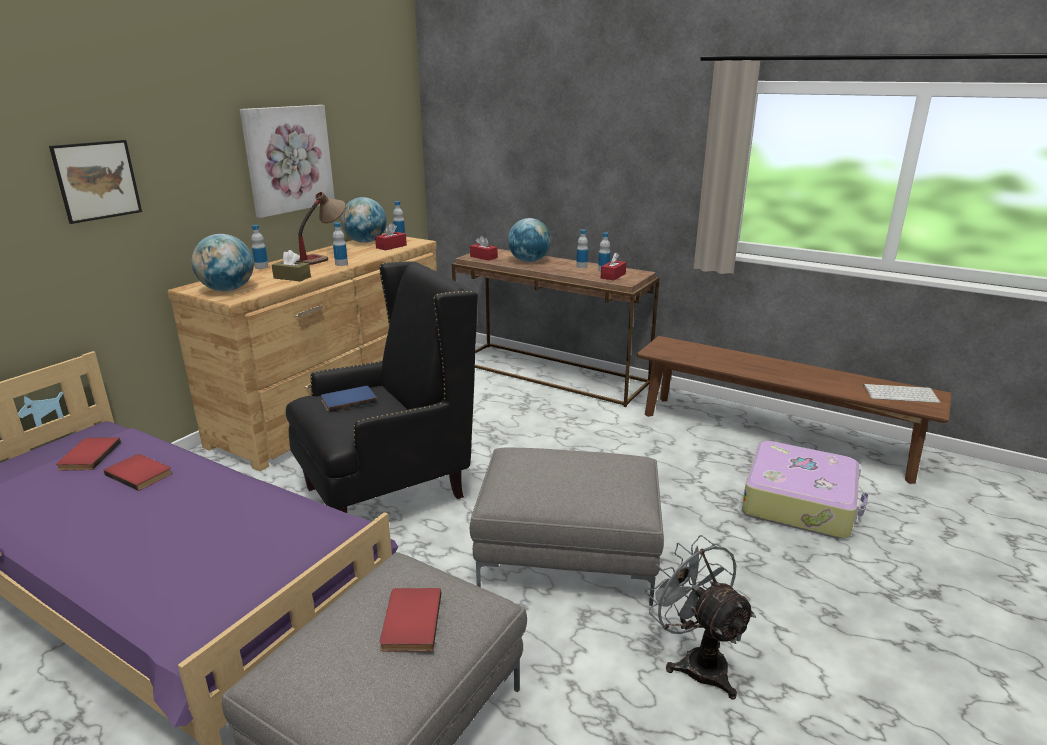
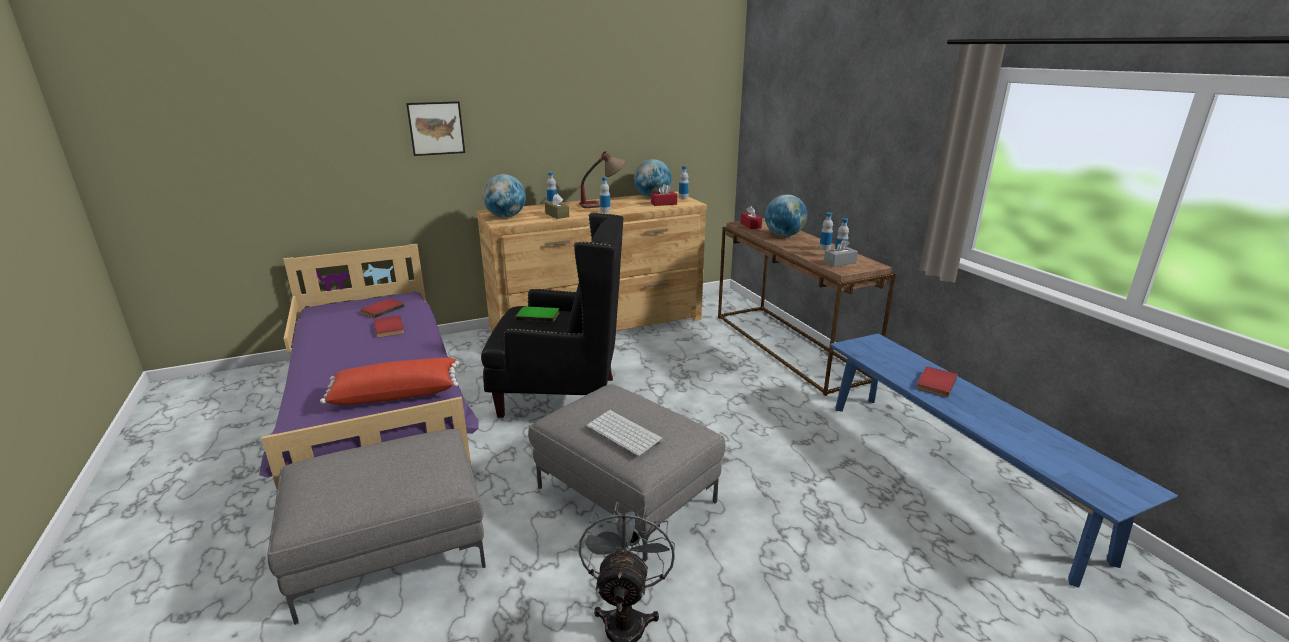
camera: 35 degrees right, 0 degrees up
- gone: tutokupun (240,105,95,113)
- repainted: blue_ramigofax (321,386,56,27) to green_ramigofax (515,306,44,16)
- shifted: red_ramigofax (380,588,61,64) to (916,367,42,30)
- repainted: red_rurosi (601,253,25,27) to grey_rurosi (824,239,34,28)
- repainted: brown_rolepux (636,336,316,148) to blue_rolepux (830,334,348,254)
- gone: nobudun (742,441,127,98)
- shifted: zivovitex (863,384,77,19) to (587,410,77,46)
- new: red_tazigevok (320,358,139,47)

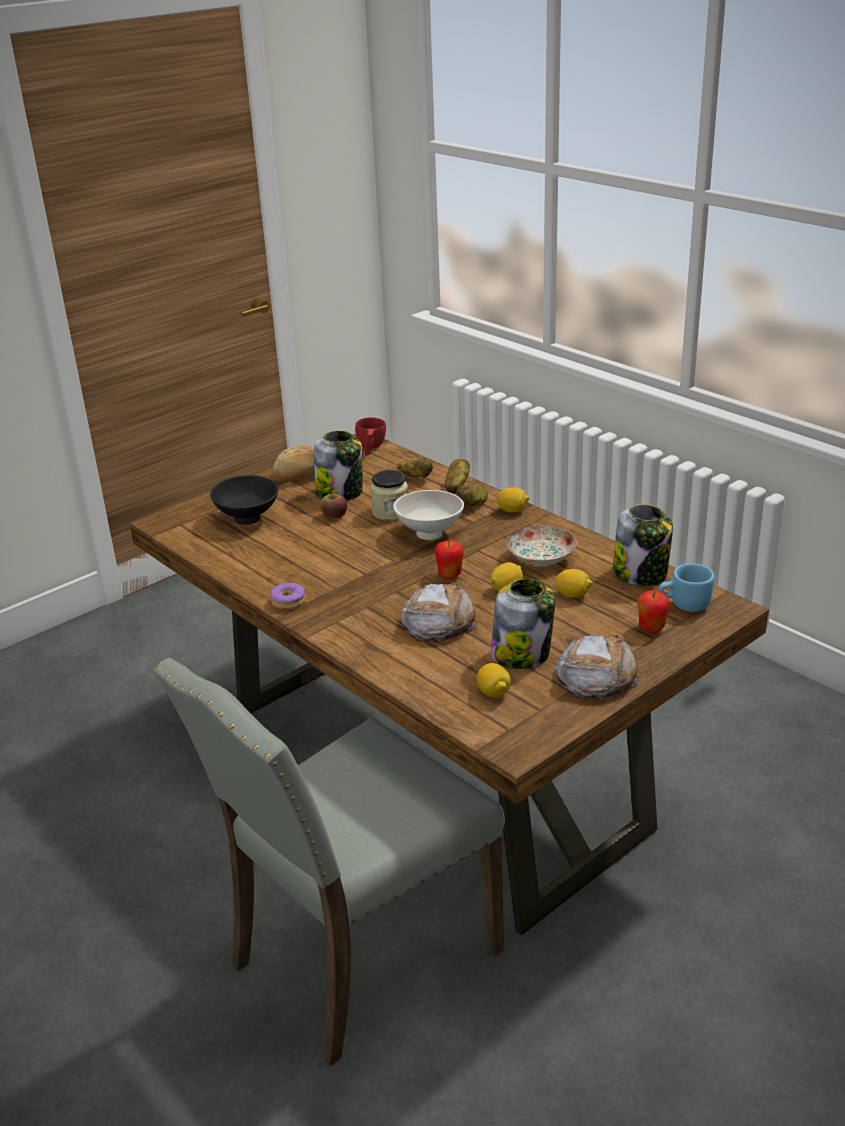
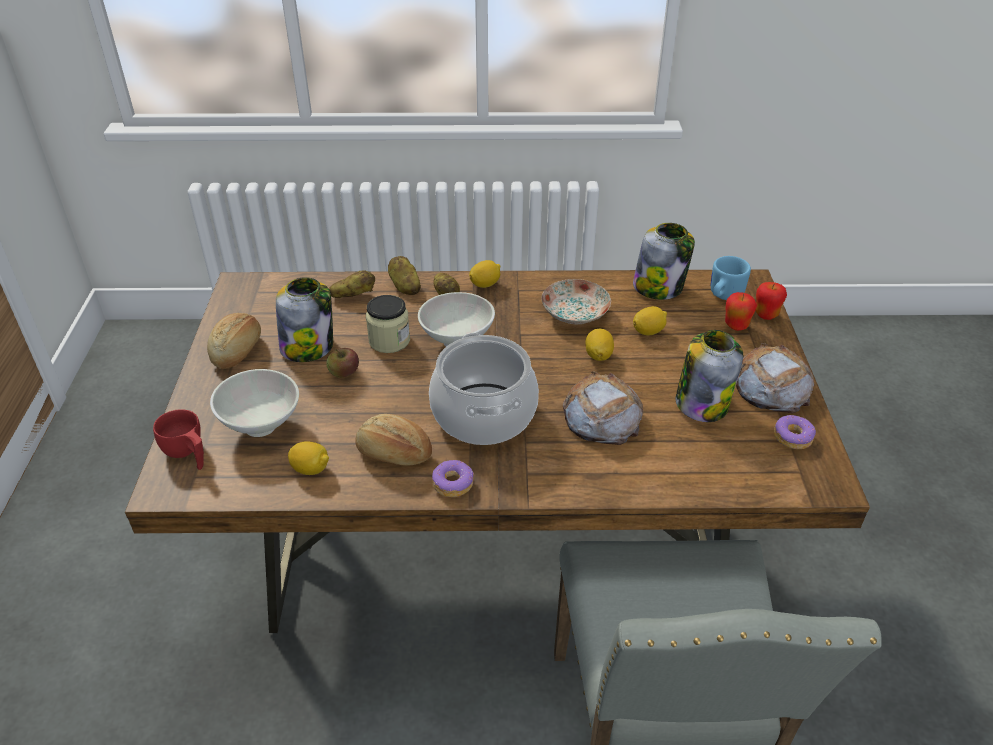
camera: 50 degrees left, 10 degrees up
- repainted: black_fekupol (210,475,69,50) to white_fekupol (210,369,89,68)
- shifted: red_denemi (355,417,31,39) to (153,409,51,61)
- shifted: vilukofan (435,540,29,39) to (755,282,32,38)
- shifted: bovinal (477,663,34,34) to (288,441,41,34)
- new: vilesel (355,414,77,52)
- new: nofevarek (429,333,110,112)
- new: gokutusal (774,415,42,34)

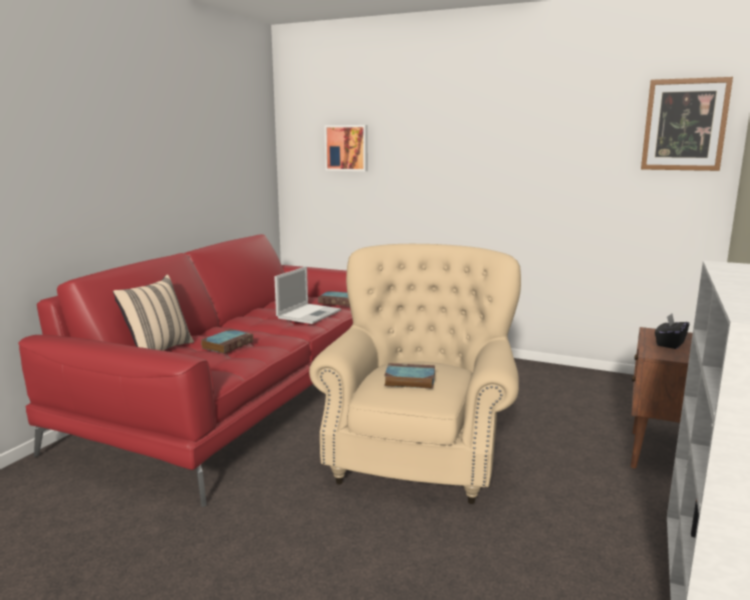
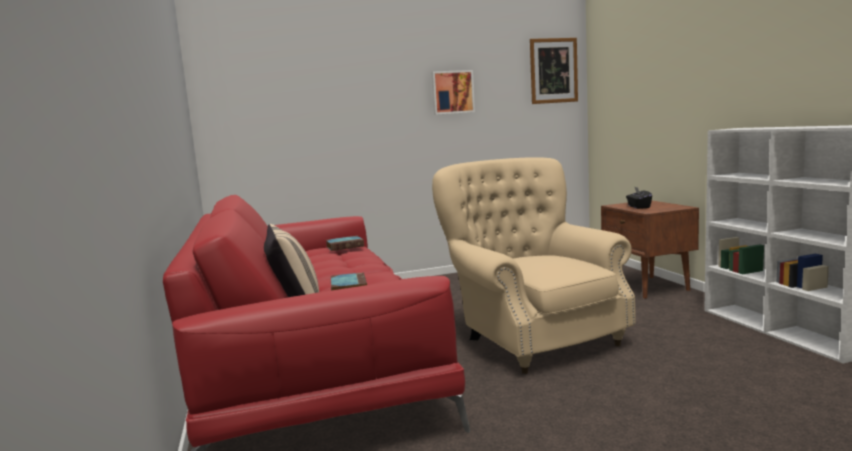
camera: 40 degrees left, 5 degrees down
- gone: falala (274,266,67,58)
- shifted: tutokupun (325,125,43,46) to (431,70,44,45)
- gone: ramigofax (384,363,51,26)

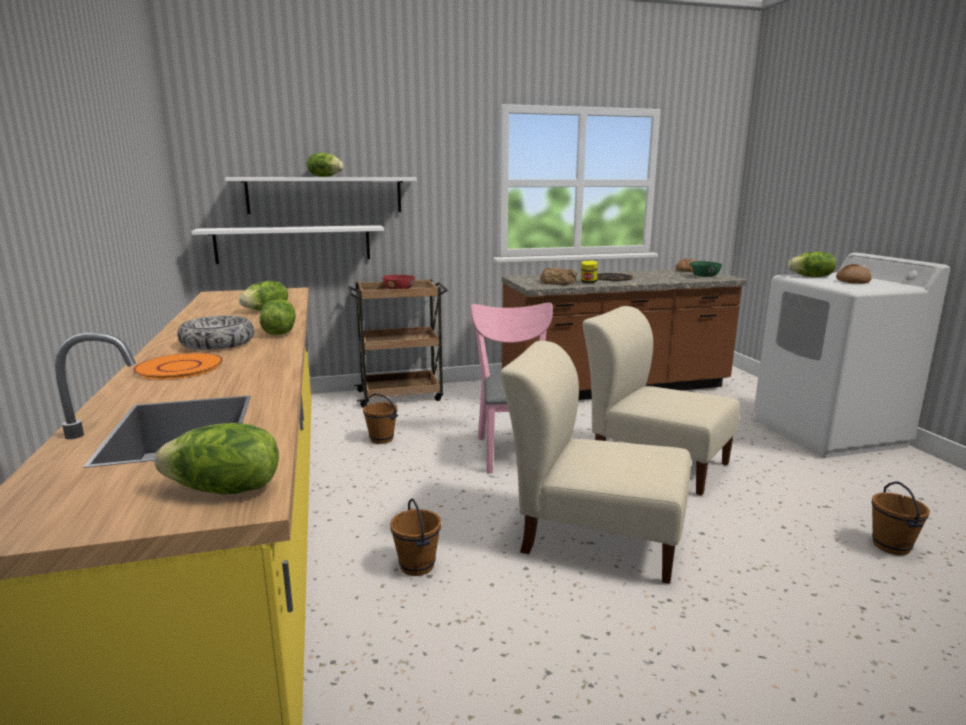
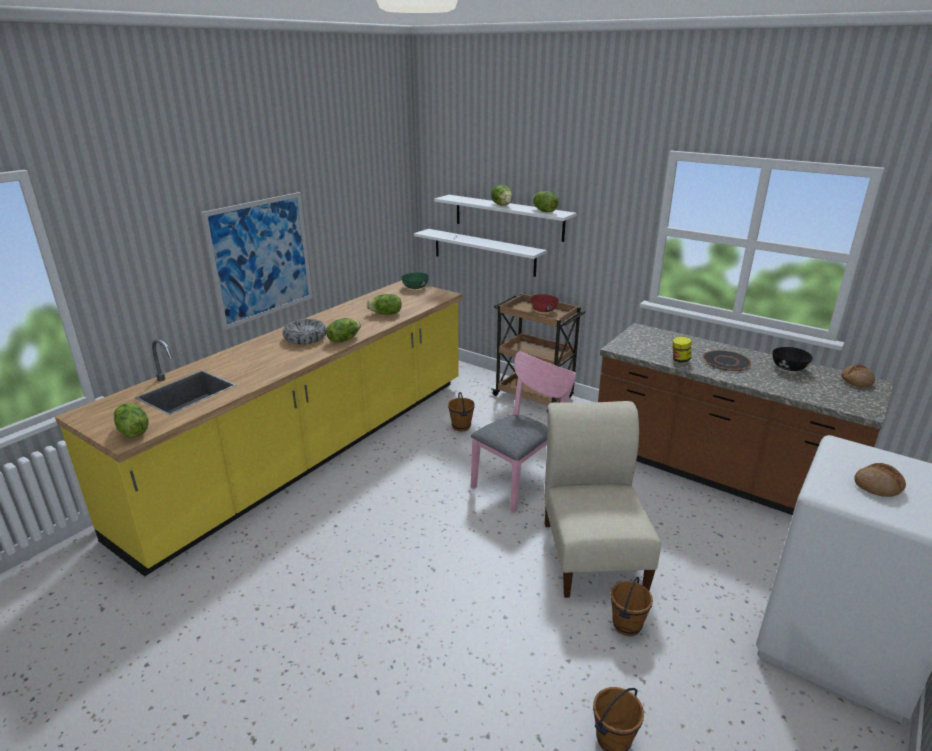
camera: 50 degrees right, 10 degrees up
- gone: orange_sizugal (133,353,90,26)
- shifted: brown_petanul (390,498,51,78) to (610,577,43,59)
- gone: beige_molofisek (500,341,191,243)
- gone: vilesel (540,268,37,17)
- shifted: green_fekupol (689,261,33,16) to (401,273,28,16)
- shifted: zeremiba (788,252,48,25) to (533,191,26,21)
- new: tutokupun (201,192,112,138)
- new: black_fekupol (773,347,40,24)

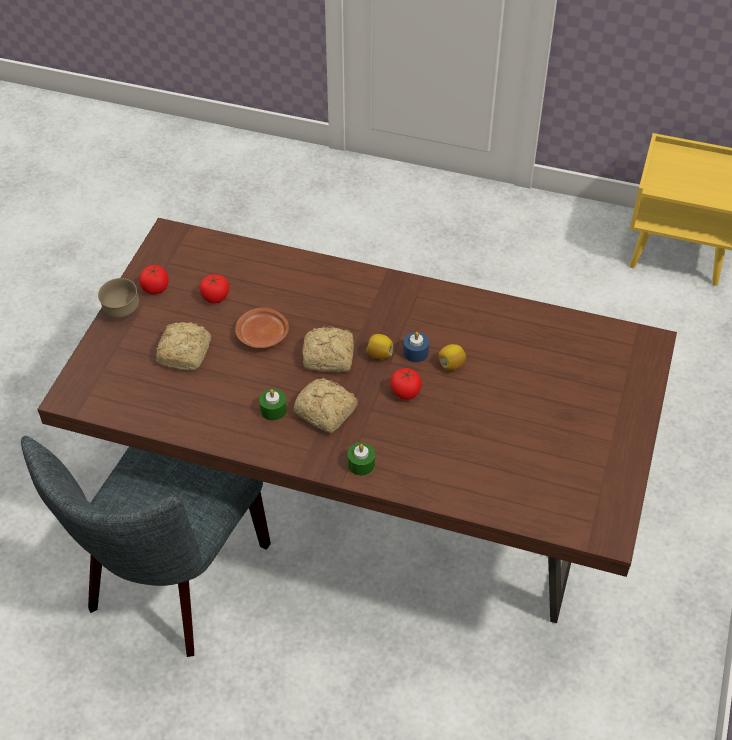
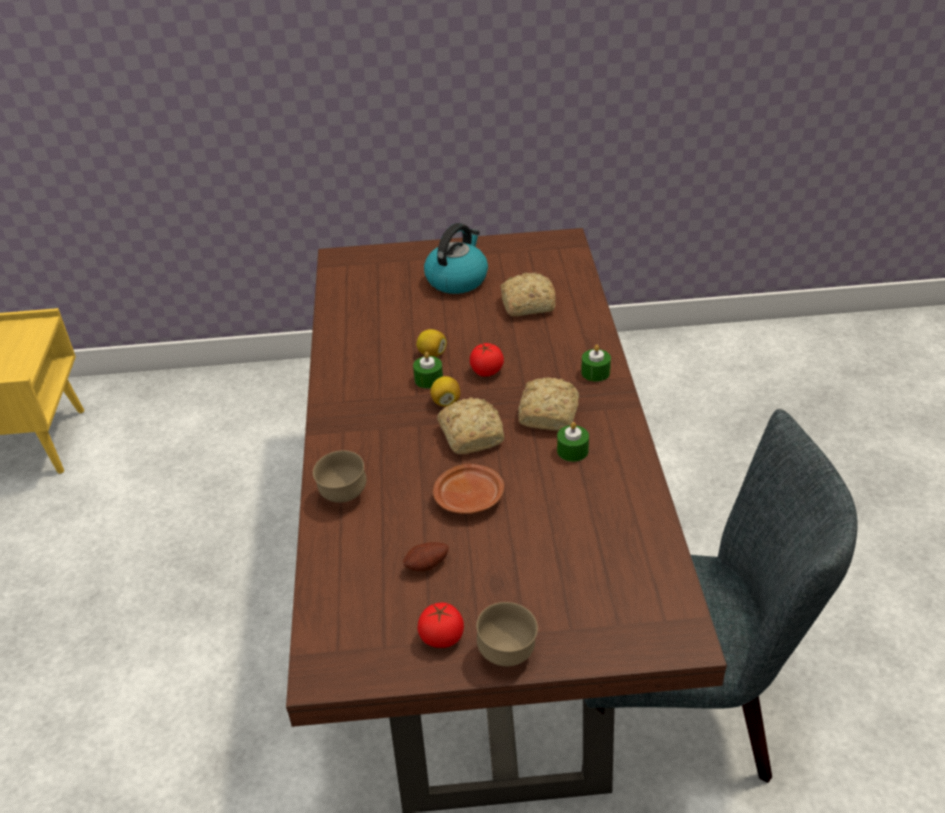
camera: 110 degrees left, 10 degrees down
- shifted: vilesel (156,322,55,48) to (500,272,56,44)
- swapped: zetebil (200,274,29,30) to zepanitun (403,542,46,29)
- repainted: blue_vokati (403,332,26,30) to green_vokati (413,352,30,37)
- new: brown_fekupol (313,450,53,53)
- new: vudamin (424,223,64,71)

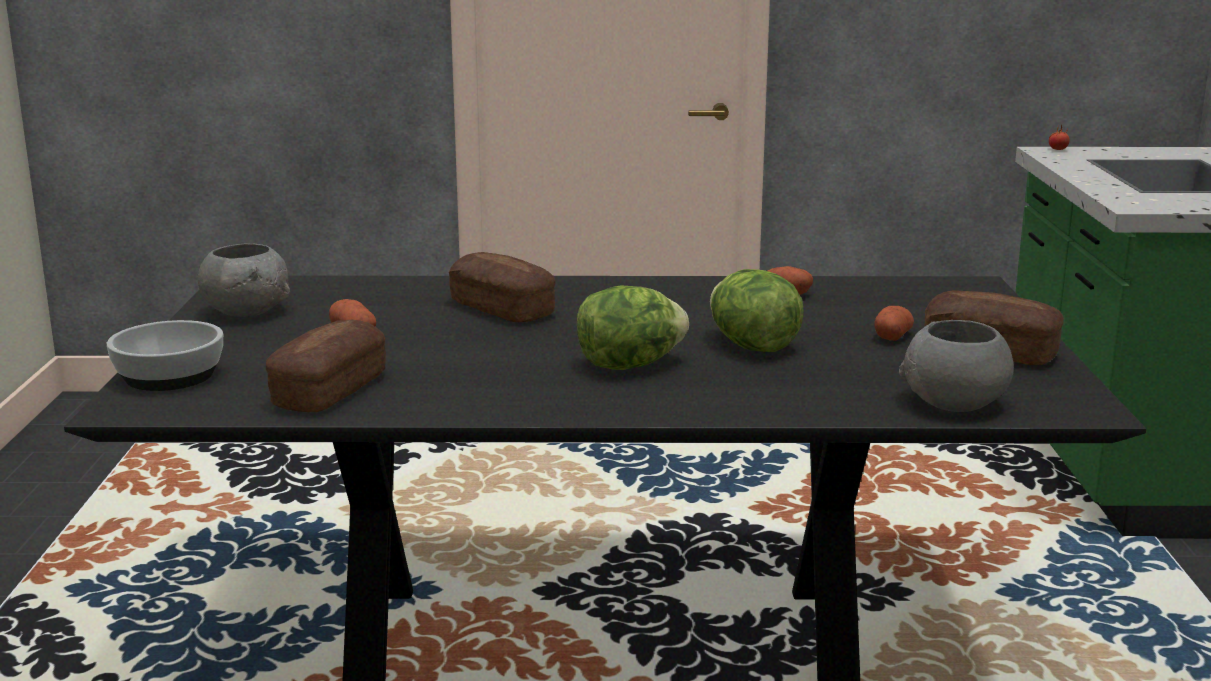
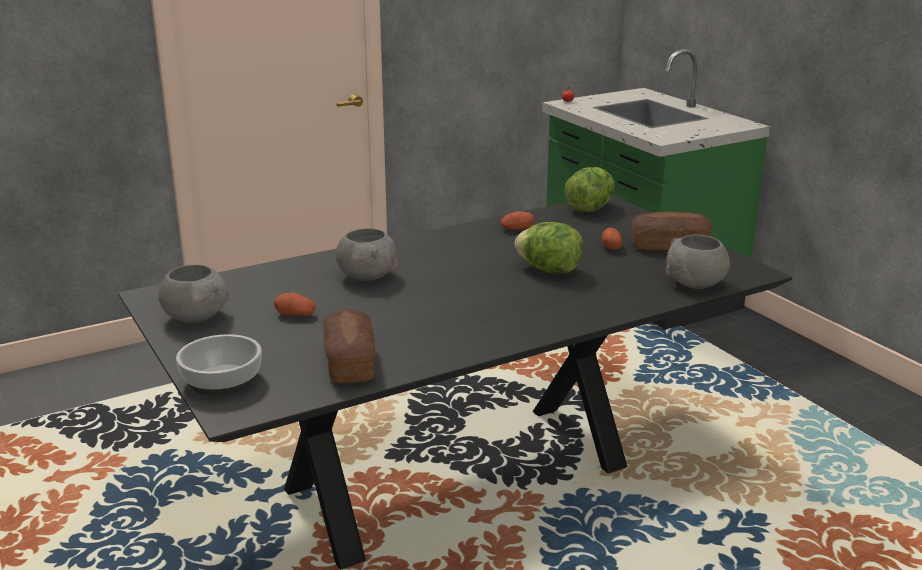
camera: 30 degrees left, 5 degrees up
- swapped: vilesel (449,252,107,70) to grey_fekupol (336,228,62,53)
- shifted: zeremiba (577,285,112,85) to (564,167,51,45)

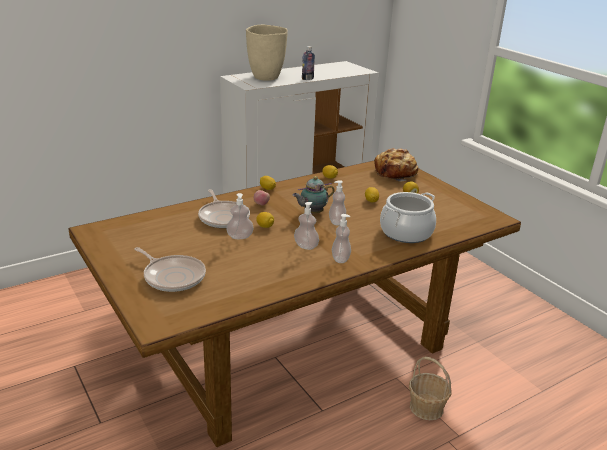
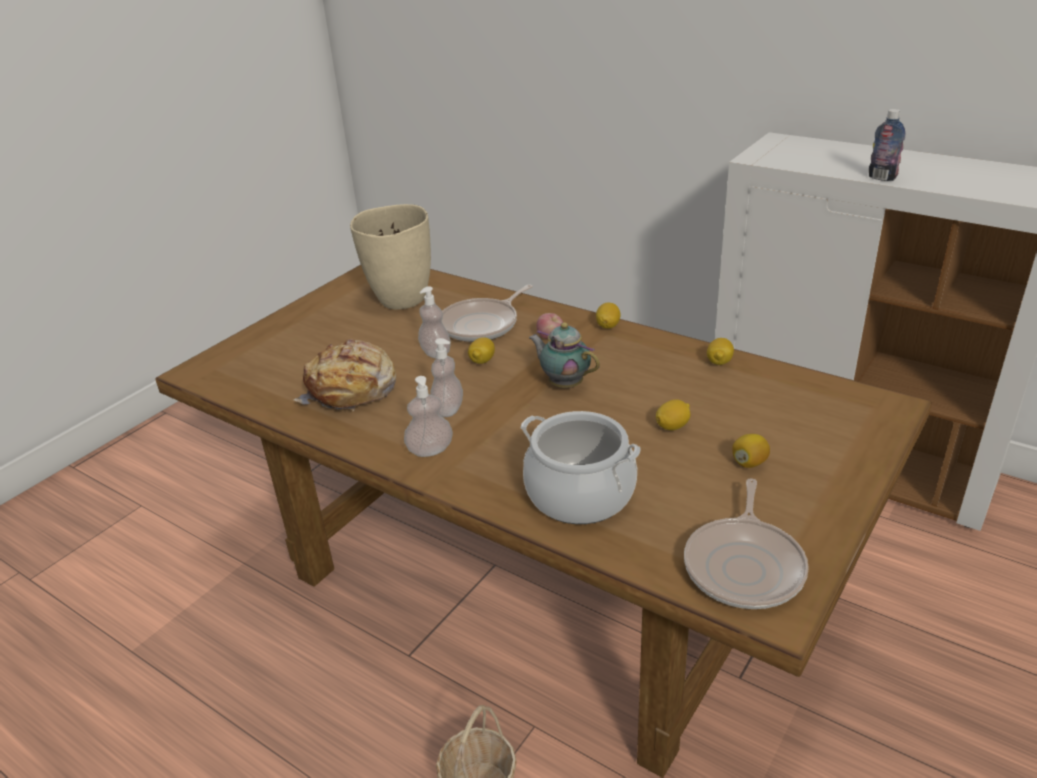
camera: 70 degrees right, 5 degrees up
- shifted: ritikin (134,247,72,45) to (684,478,125,131)
- shifted: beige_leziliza (246,25,42,56) to (350,204,81,105)
- gone: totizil (329,180,17,46)
- shifted: vilesel (374,148,45,34) to (294,339,102,72)

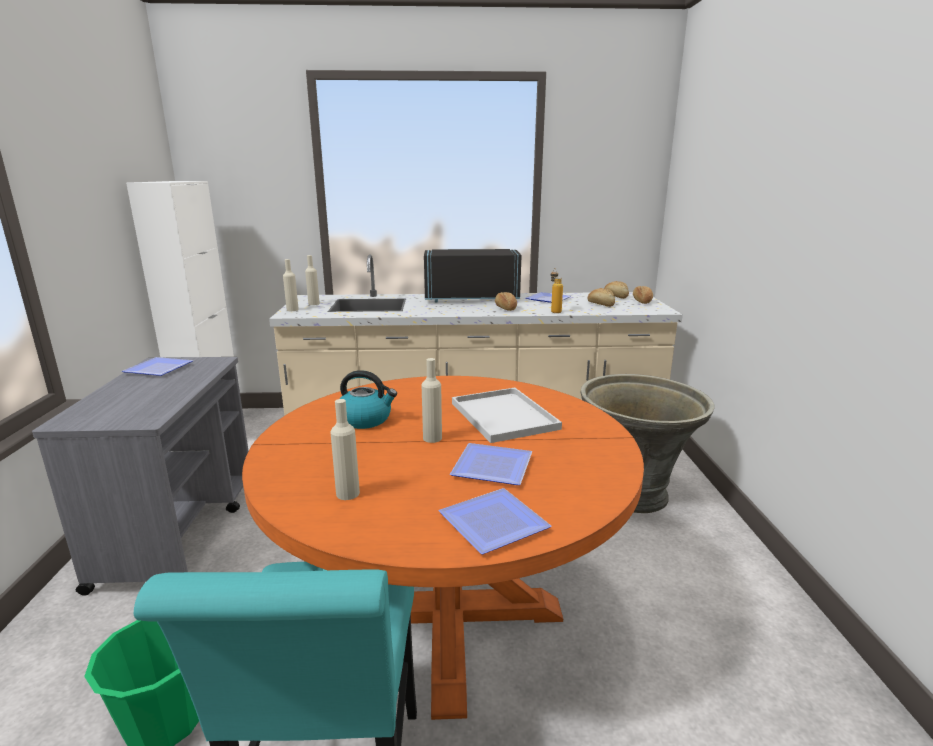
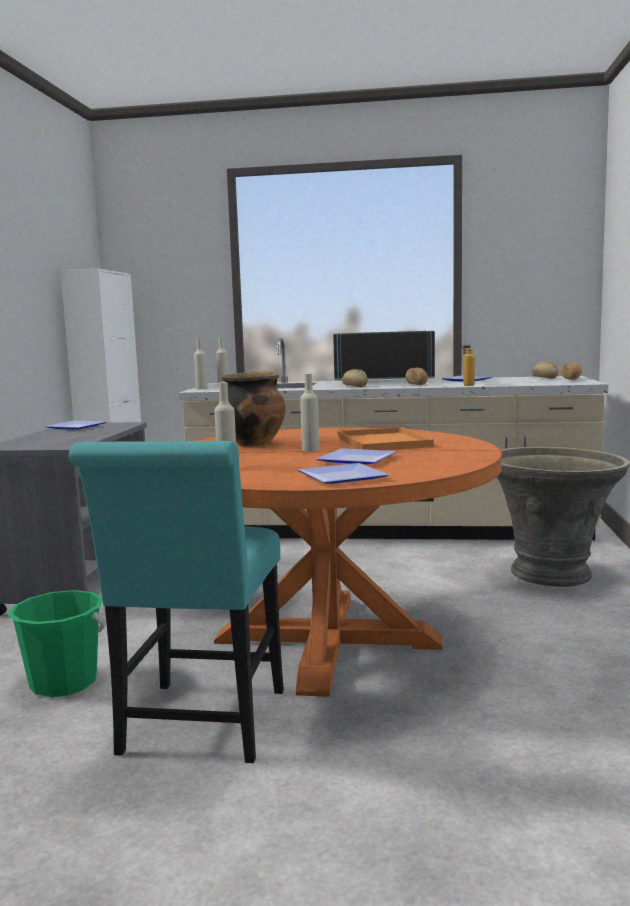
camera: 10 degrees right, 10 degrees down
- swapped: vudamin (340,370,57,59) to nofevarek (221,370,65,77)
- repainted: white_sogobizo (452,388,110,55) to orange_sogobizo (337,427,97,23)
- shifted: vilesel (588,288,27,19) to (342,369,26,18)

